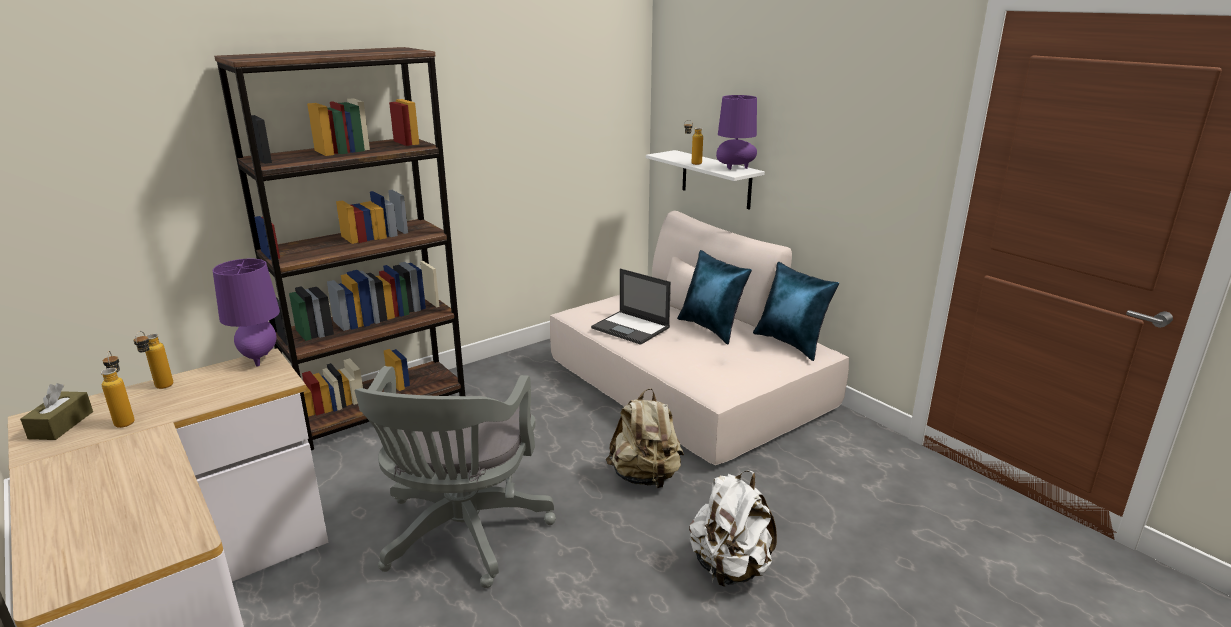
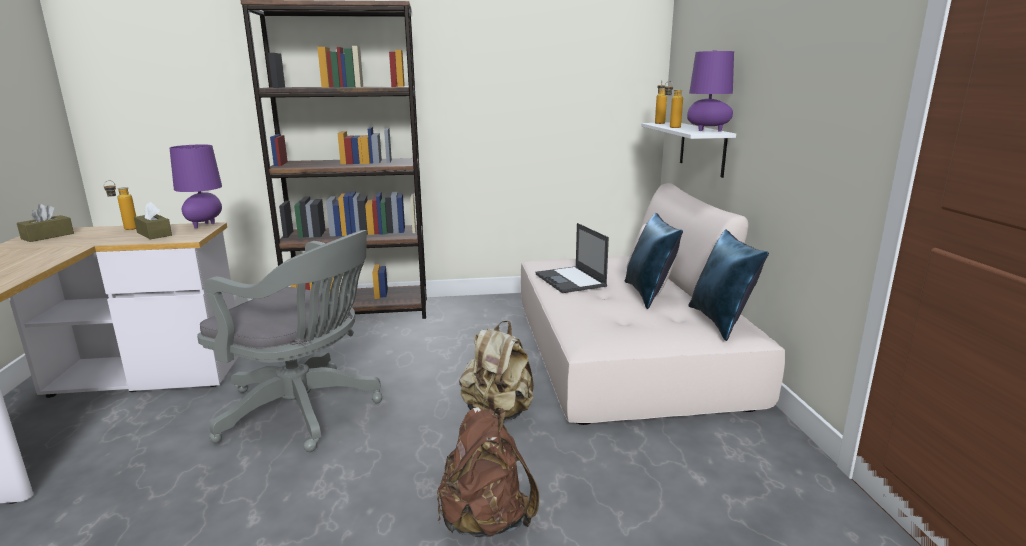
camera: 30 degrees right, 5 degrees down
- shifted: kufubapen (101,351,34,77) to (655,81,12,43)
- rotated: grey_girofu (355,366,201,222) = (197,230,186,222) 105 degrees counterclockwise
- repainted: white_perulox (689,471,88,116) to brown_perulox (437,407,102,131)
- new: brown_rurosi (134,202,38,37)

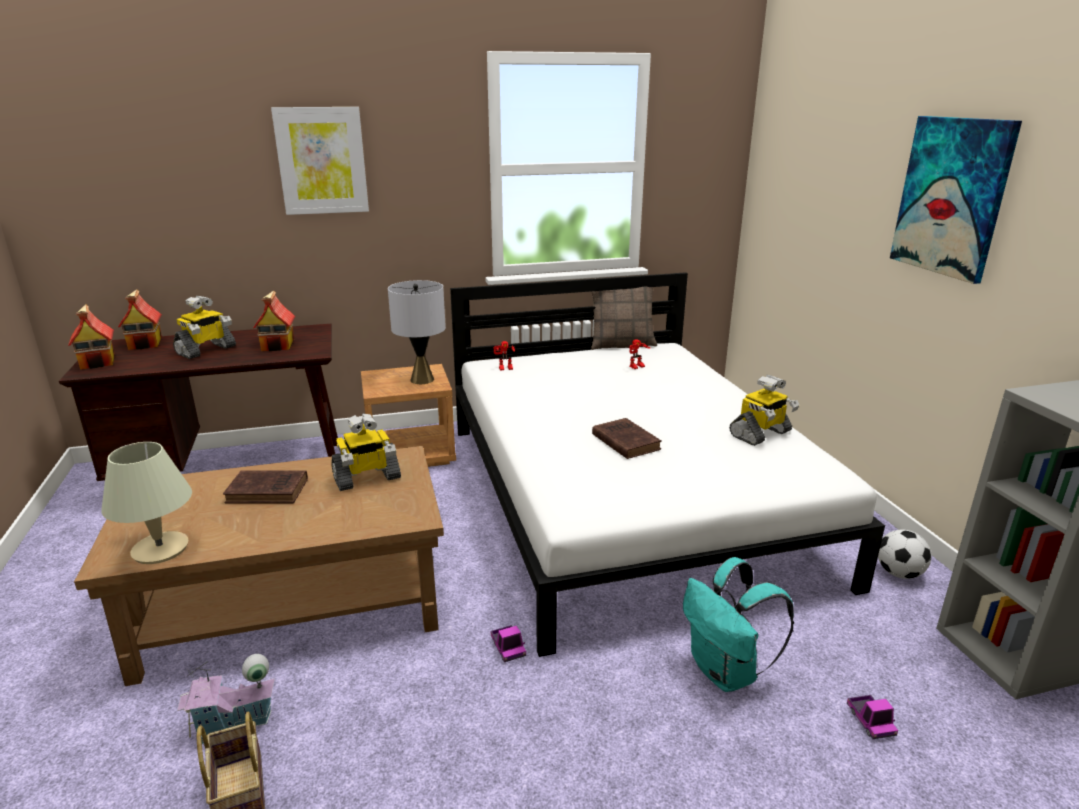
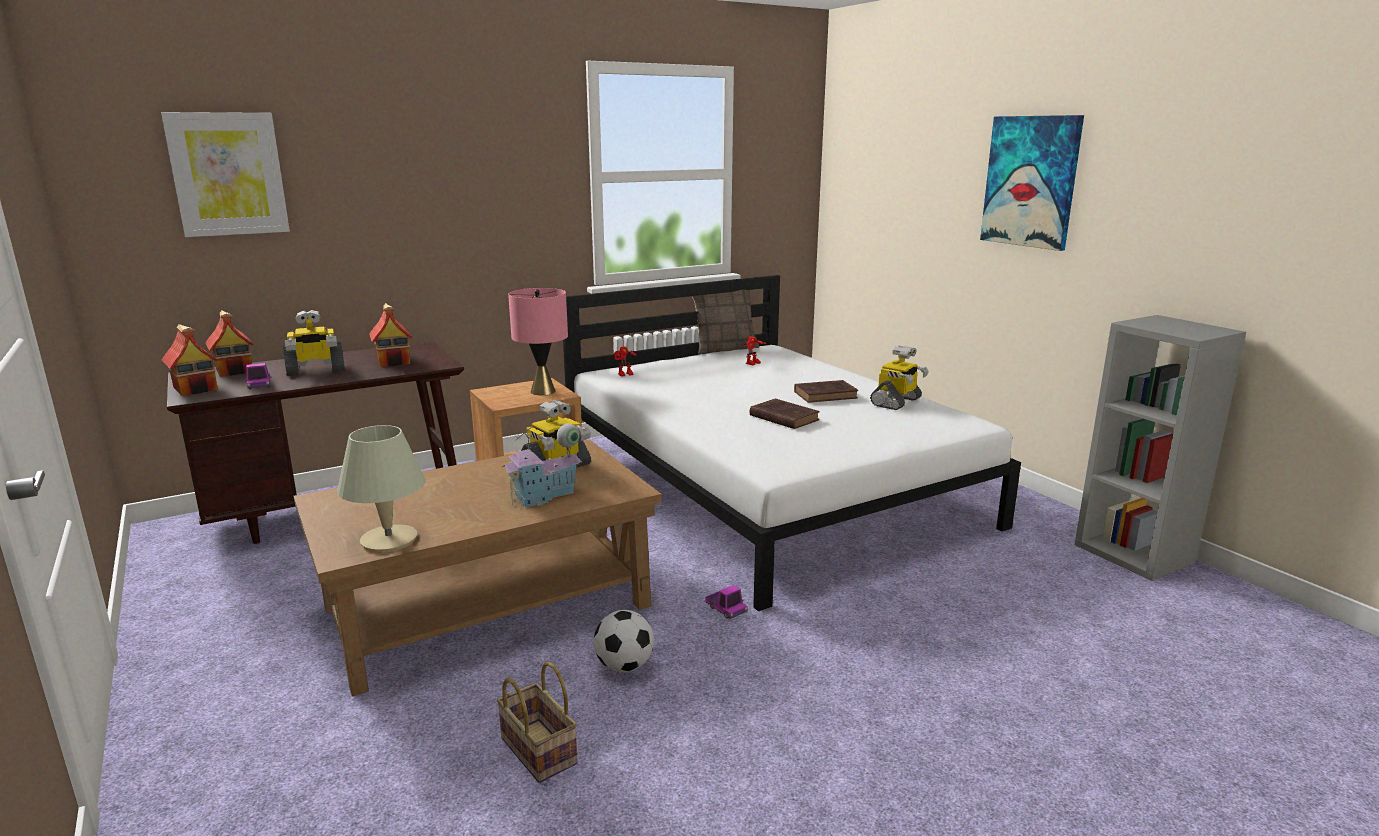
camera: 15 degrees left, 5 degrees down
- rotated: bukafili (173,296,63,63) = (283,310,62,66) 45 degrees clockwise
- shifted: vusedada (177,654,98,90) to (502,423,80,85)
- shifted: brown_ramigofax (223,470,85,33) to (794,380,64,23)
- shifted: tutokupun (271,107,98,108) to (161,112,129,125)
- repainted: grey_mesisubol (388,280,58,104) to pink_mesisubol (508,288,60,107)
- gone: turquoise_perulox (683,557,111,135)
- shifted: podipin (847,695,51,44) to (244,363,27,26)
- shifted: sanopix (878,530,53,49) to (594,610,60,62)

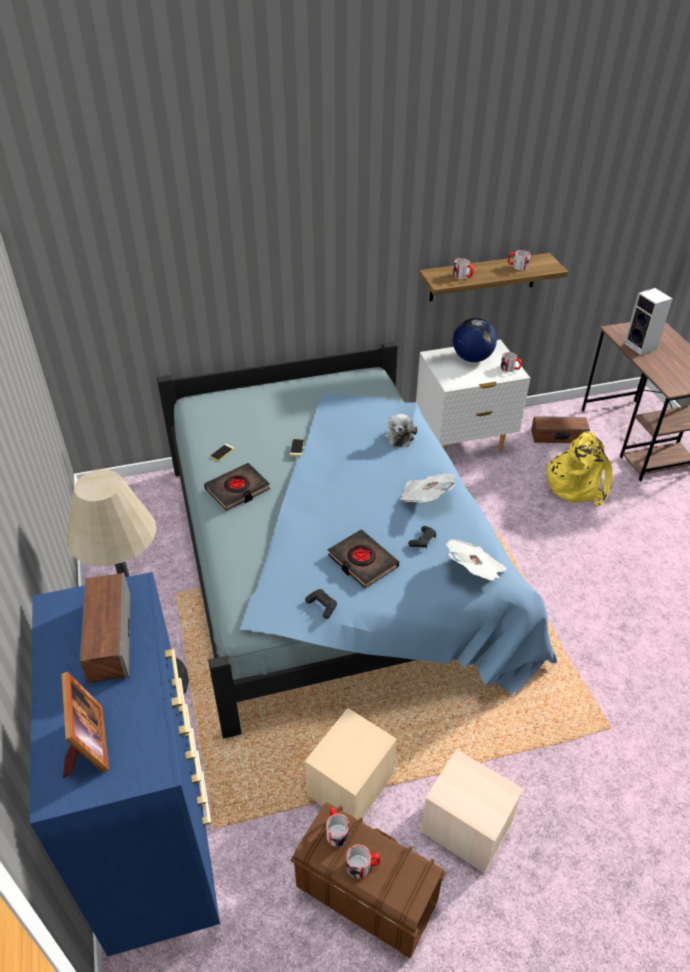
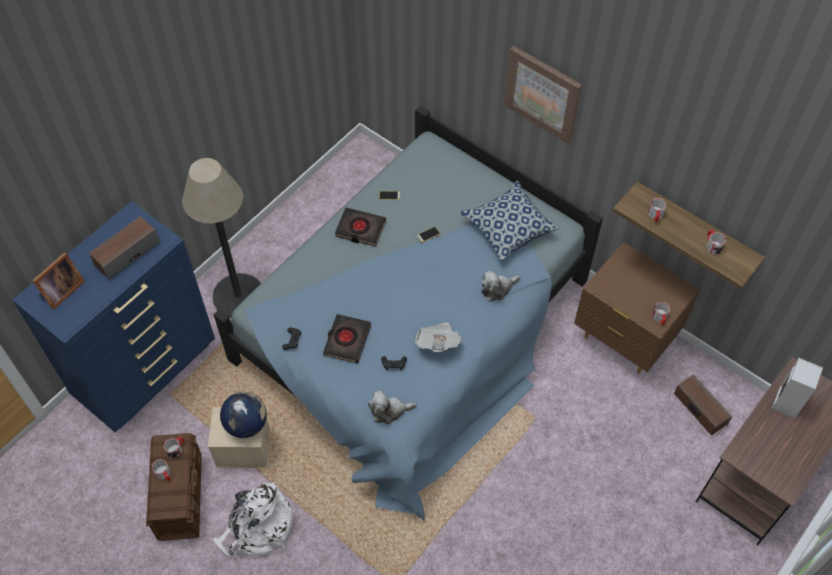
camera: 55 degrees right, 15 degrees up
- repainted: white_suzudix (416,340,114,112) to brown_suzudix (574,242,126,132)
- swapped: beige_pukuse (420,749,104,125) to white_perulox (212,482,81,77)
- swapped: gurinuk (446,539,61,42) to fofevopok (368,391,49,33)
- shifted: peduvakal (453,318,44,44) to (220,392,47,46)
- gone: yellow_perulox (544,431,69,75)
- new: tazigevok (460,181,100,80)
- new: tutokupun (504,46,78,98)

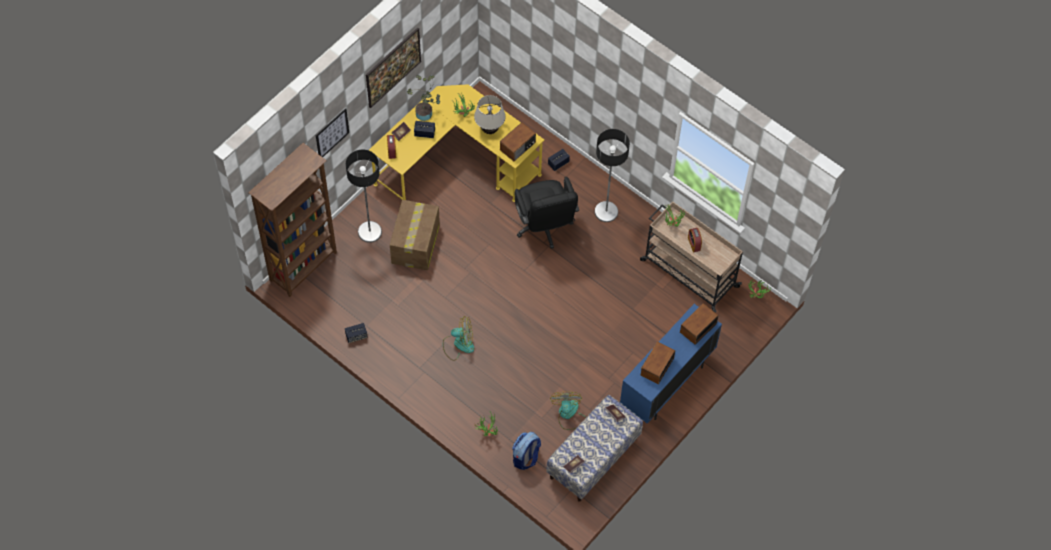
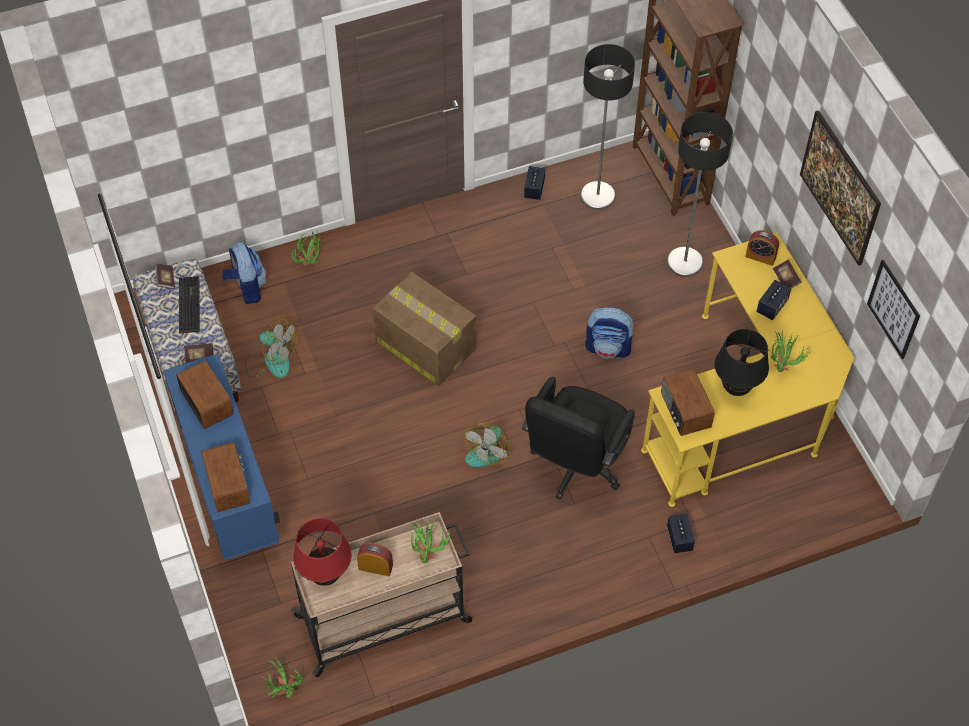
camera: 120 degrees right, 5 degrees down
- shifted: tutokupun (316,108,33,49) to (867,260,53,99)
- shifted: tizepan (390,200,50,70) to (373,272,103,114)
- gone: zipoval (407,75,33,46)
- shifted: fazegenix (443,316,31,45) to (464,423,46,44)
- repainted: beige_mesisubol (474,95,32,39) to black_mesisubol (715,329,54,67)
- rotated: black_girofu (514,177,65,72) = (522,376,113,124) 75 degrees counterclockwise
- shifted: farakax (594,129,36,93) to (580,44,55,166)
- new: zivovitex (179,276,21,57)
- new: red_mesisubol (293,518,59,68)
- new: perulox (585,307,50,51)

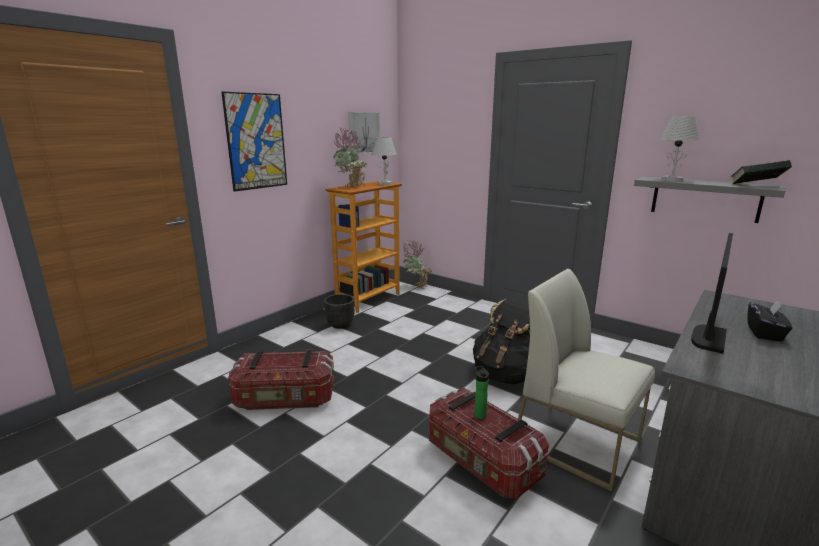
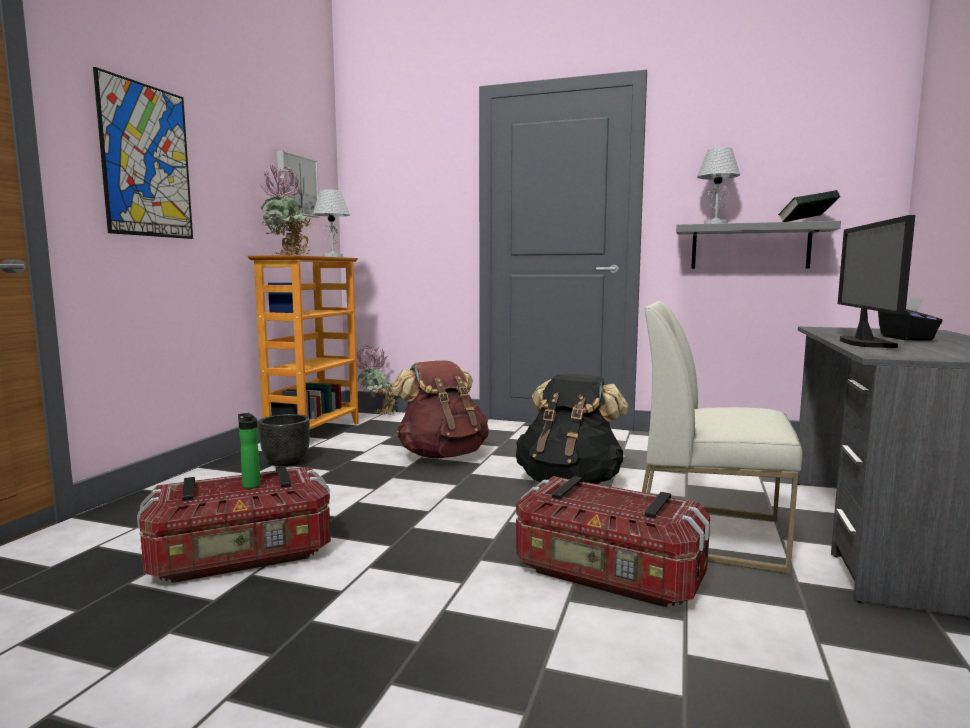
camera: 20 degrees left, 10 degrees down
- shifted: kufubapen (474,366,15,53) to (238,413,22,75)
- new: brown_perulox (391,361,98,97)

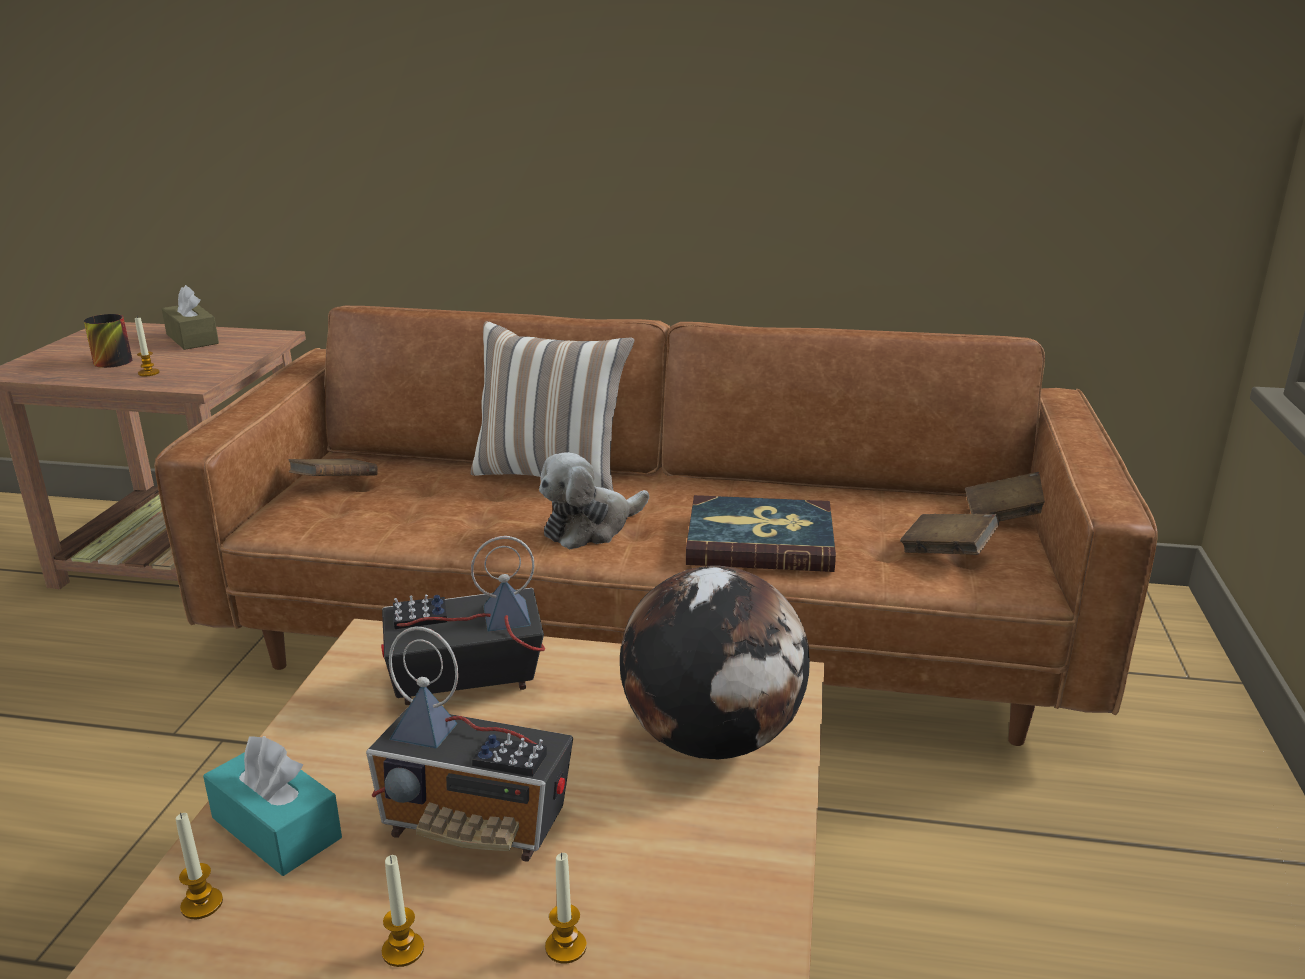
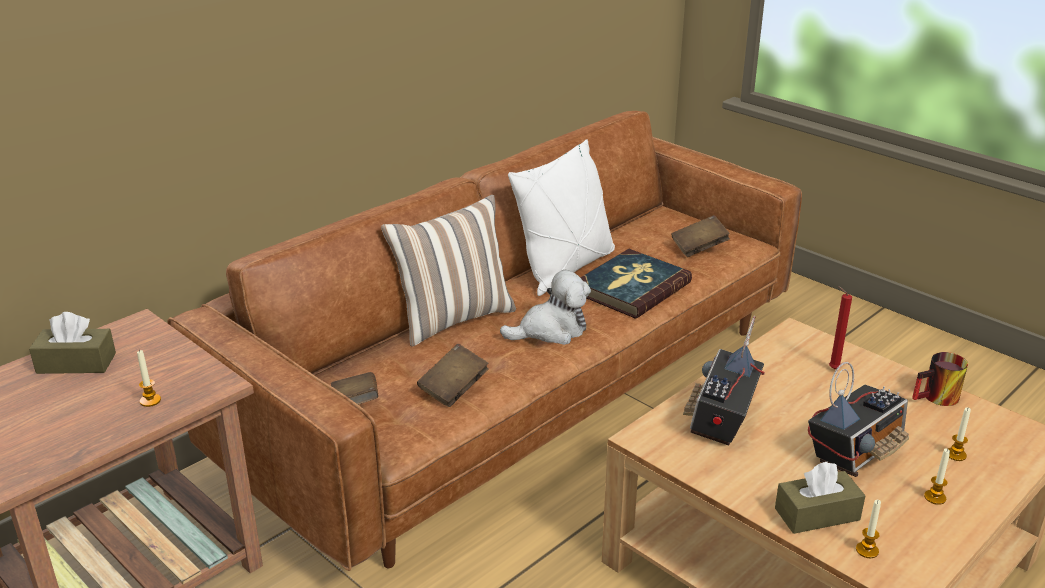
camera: 55 degrees left, 5 degrees up
- shifted: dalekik (84,314,48,54) to (912,352,56,54)
- repainted: turquoise_rurosi (203,736,139,140) to brown_rurosi (775,462,91,72)
- rotated: fofevopok (539,452,110,97) = (500,270,91,75) 105 degrees counterclockwise
- swapped: peduvakal (620,566,190,194) to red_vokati (829,286,23,83)
- shifted: brown_ramigofax (965,472,80,50) to (417,344,72,63)
- new: white_tazigevok (508,139,107,157)

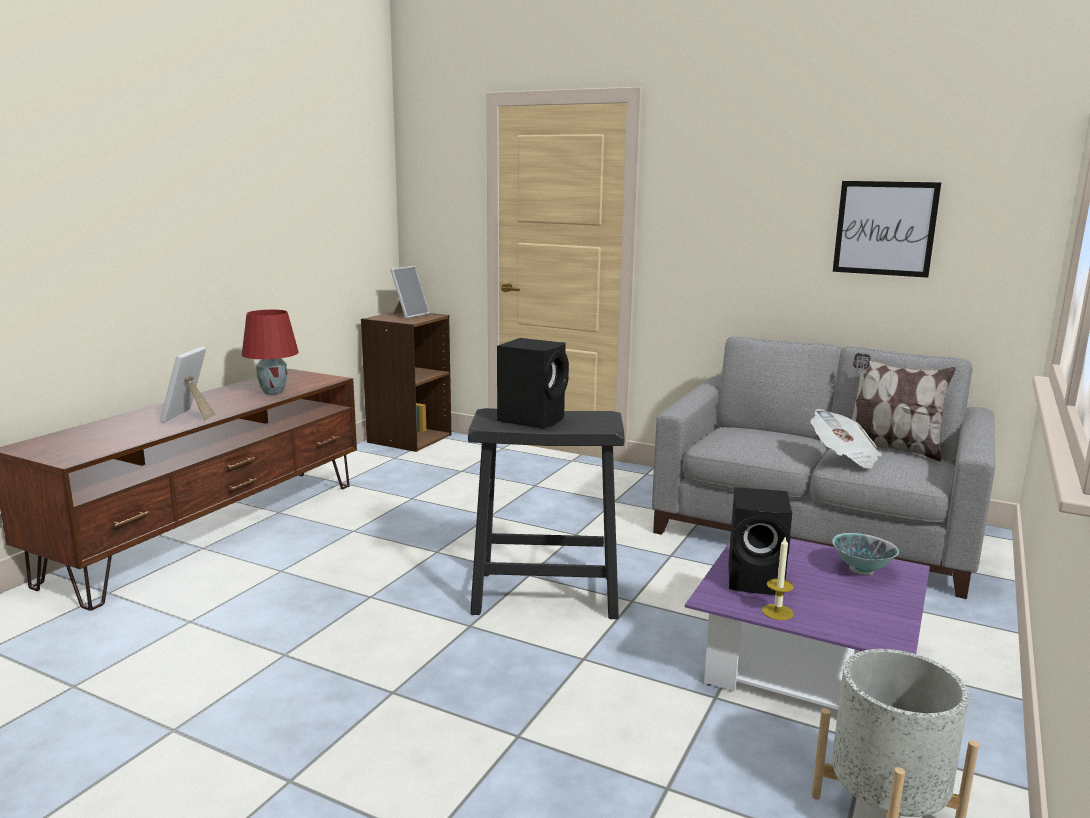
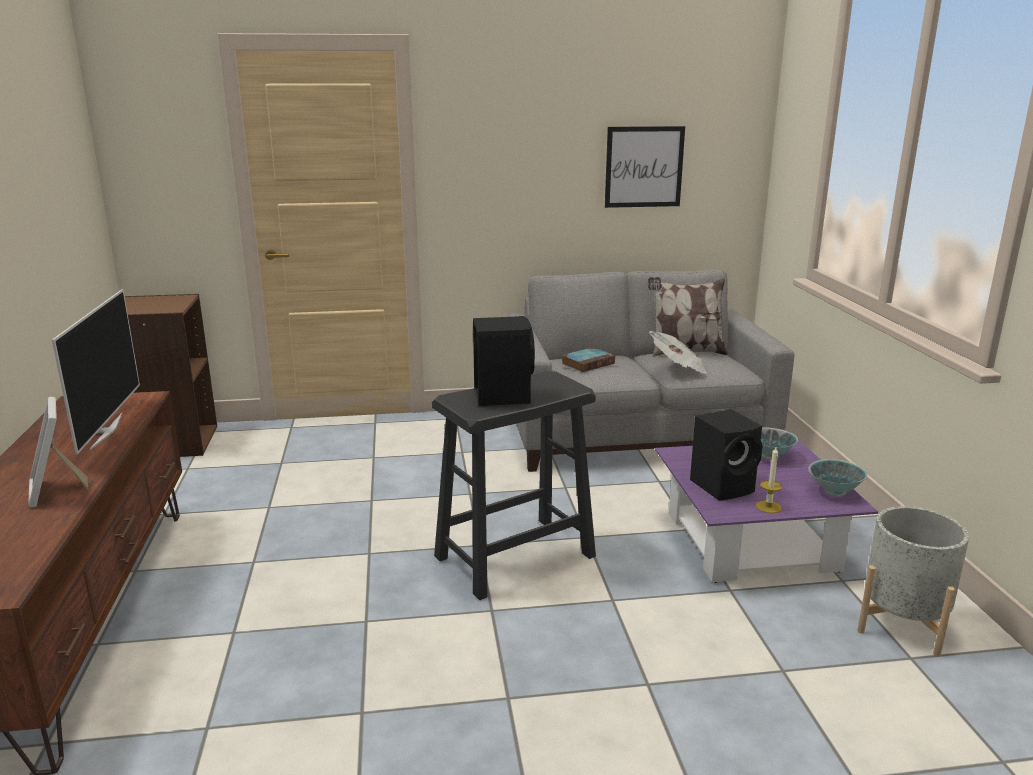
camera: 35 degrees left, 5 degrees up
- swapped: red_mesisubol (242,310,57,85) to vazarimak (52,289,88,165)
- gone: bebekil (390,266,40,53)
- new: ramigofax (562,347,53,25)
- new: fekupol (808,459,60,37)

